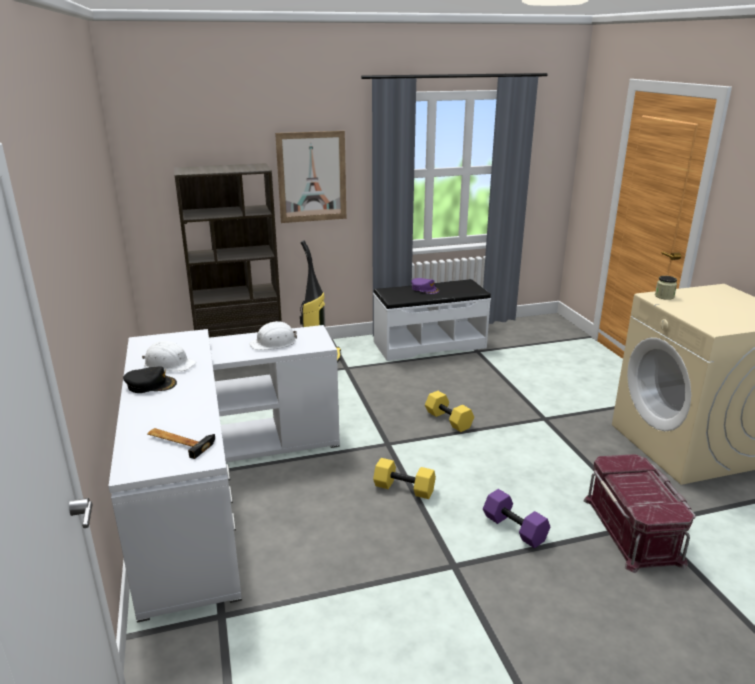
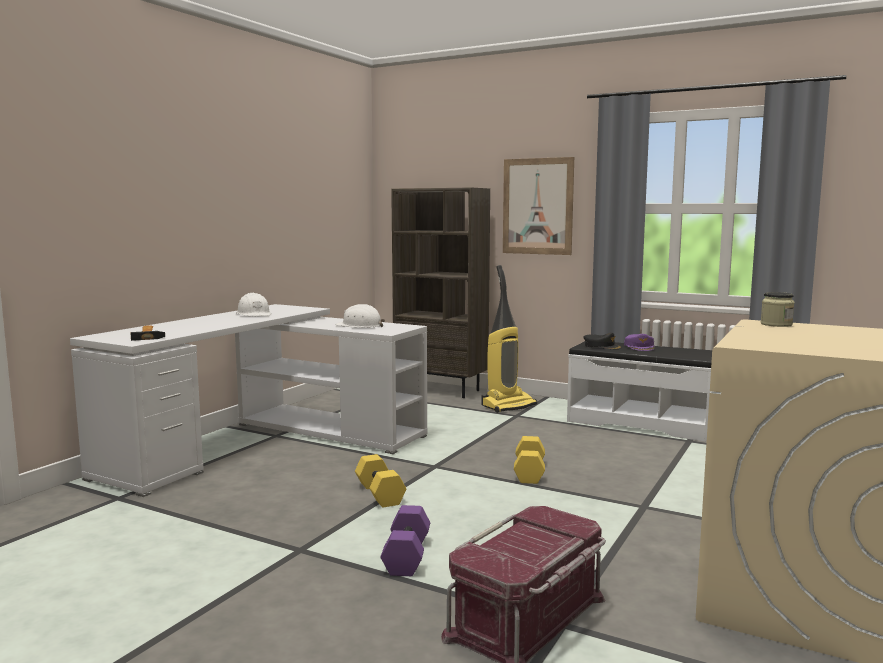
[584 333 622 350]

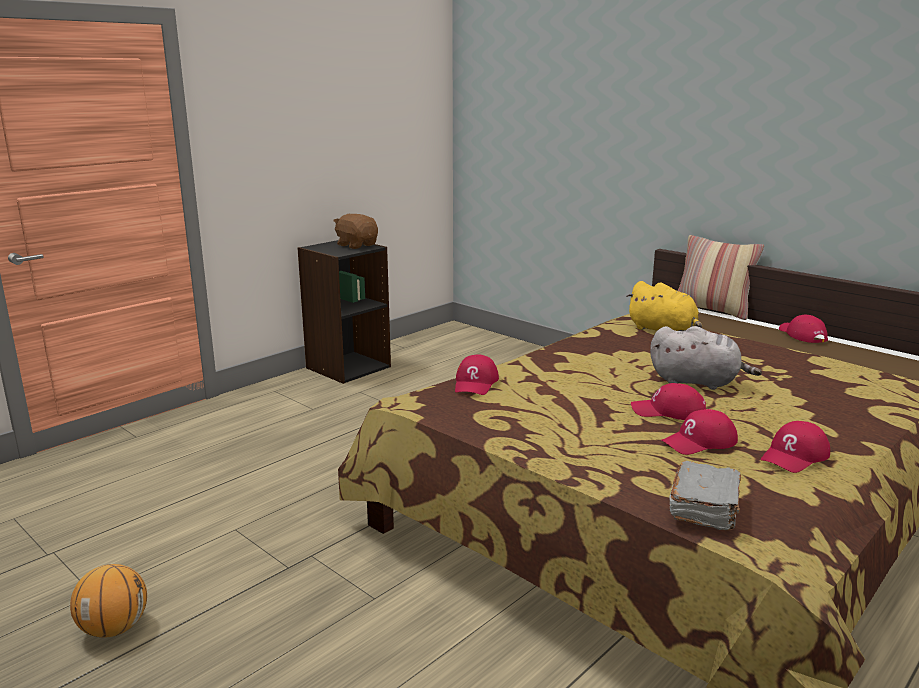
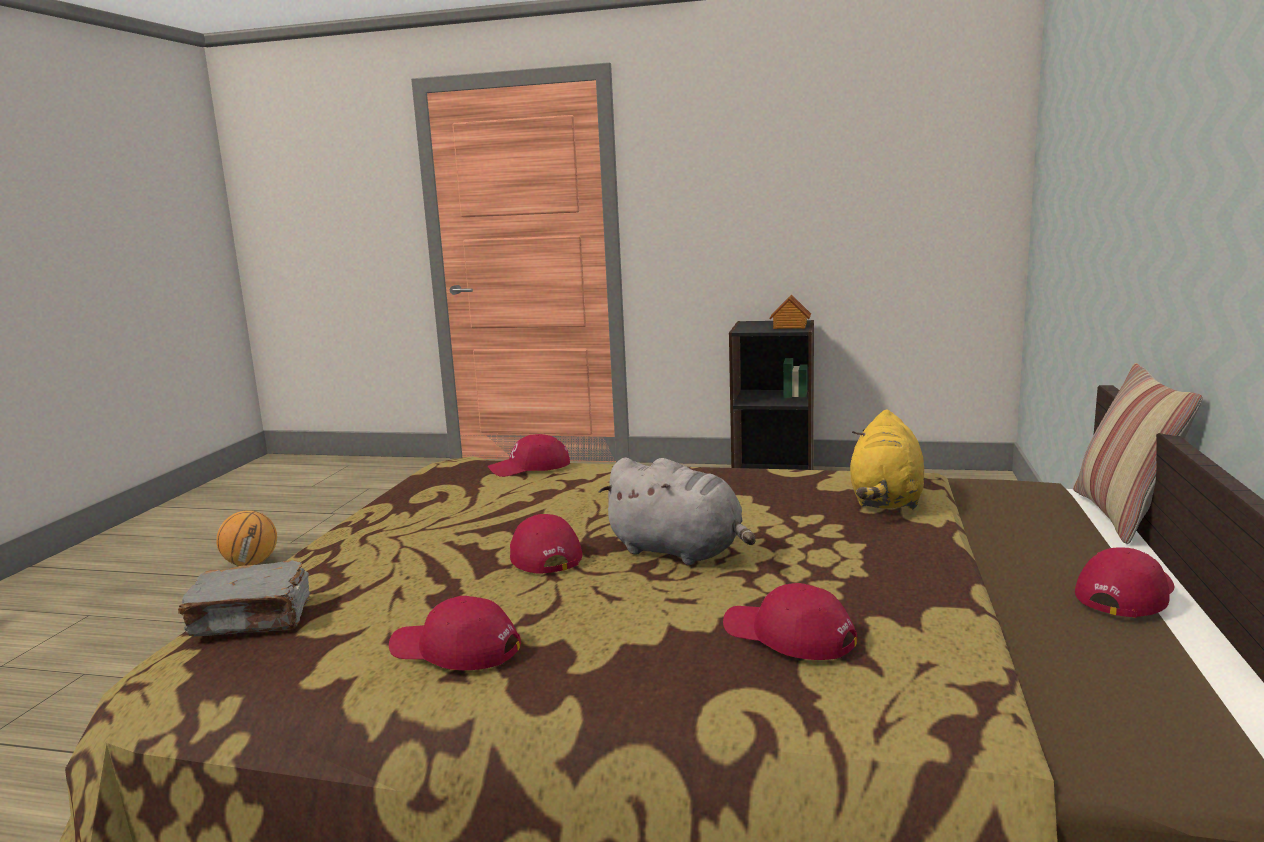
[769 294 811 329]
[599 457 755 565]
[723 583 858 660]

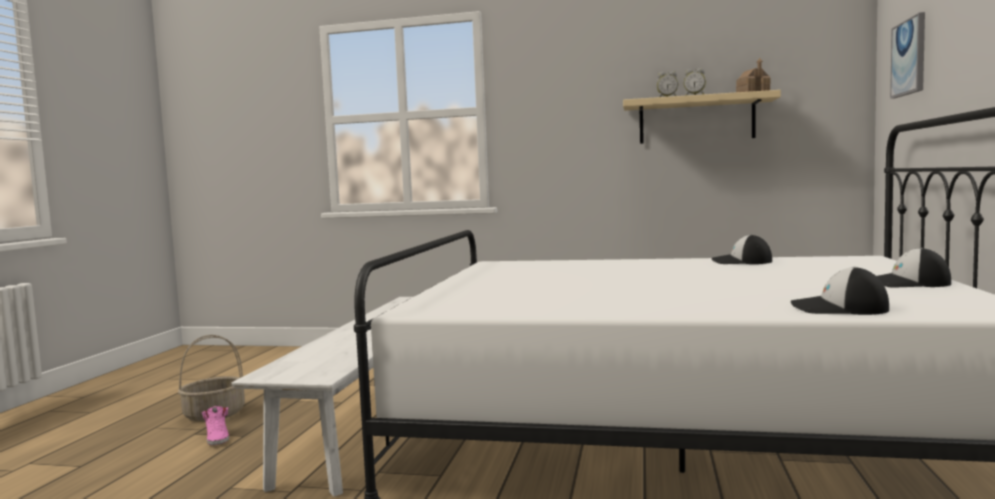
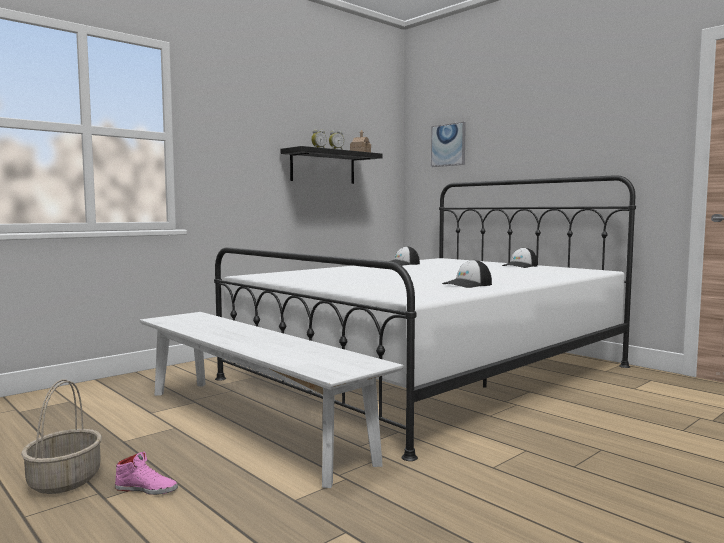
[280 146 383 184]
[442 260 492 288]

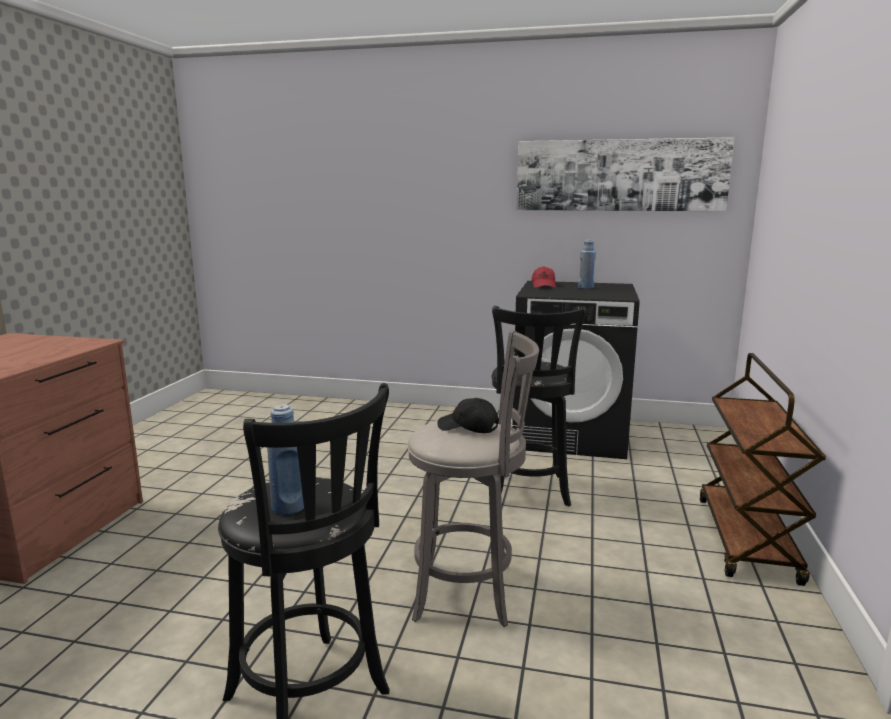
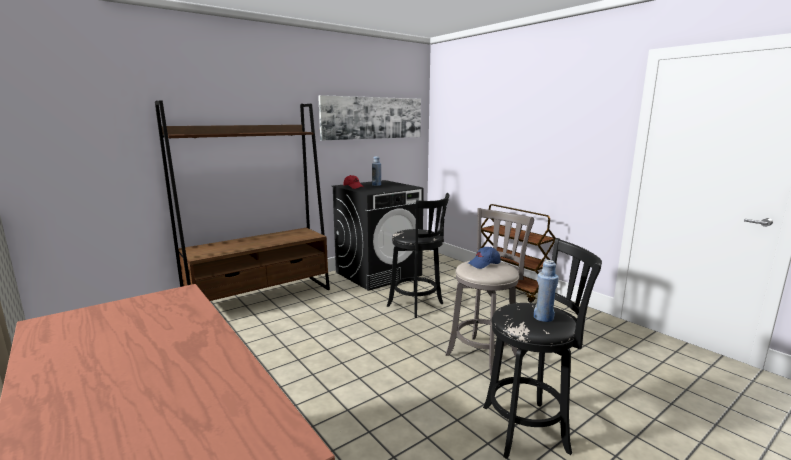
[467 247 501 269]
[155 100 330 301]

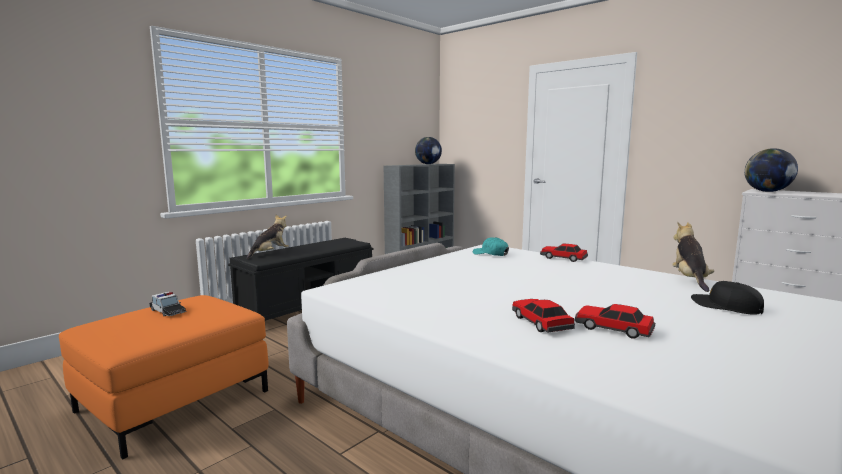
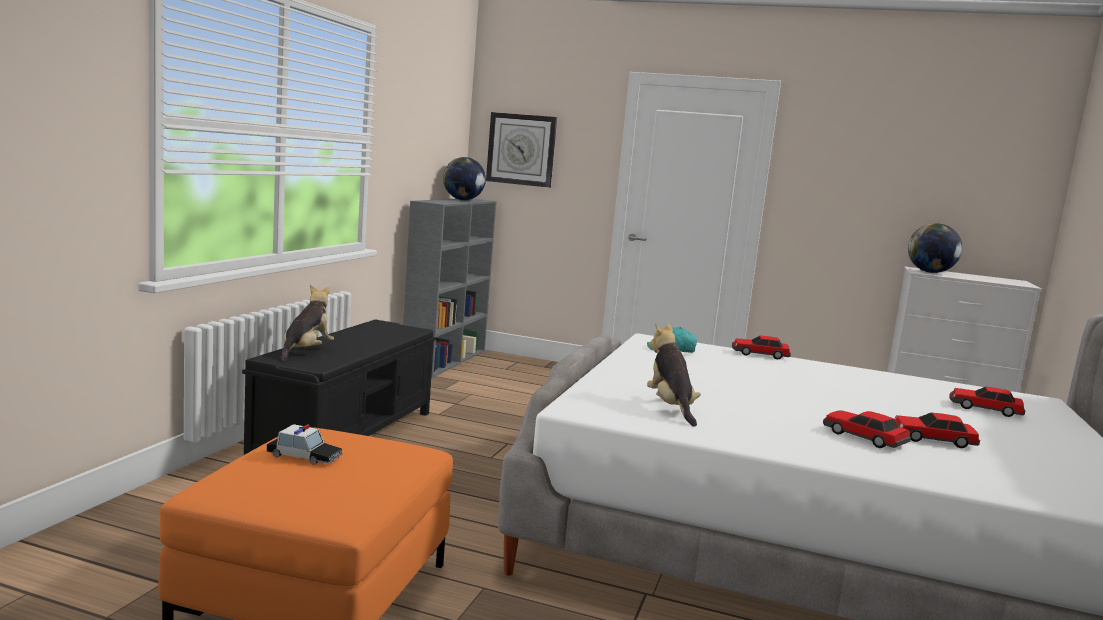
[647 323 701 427]
[949 387 1025 417]
[486 112 557 188]

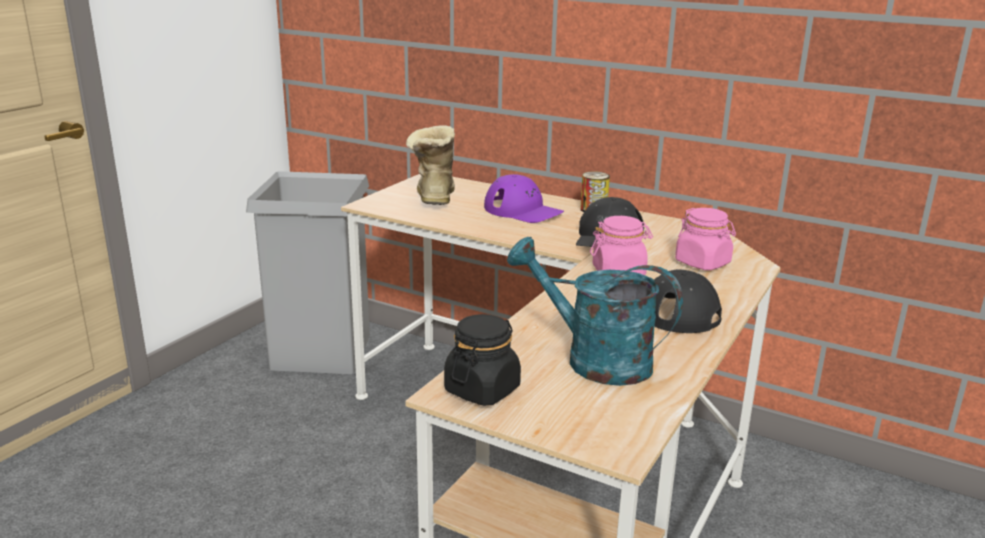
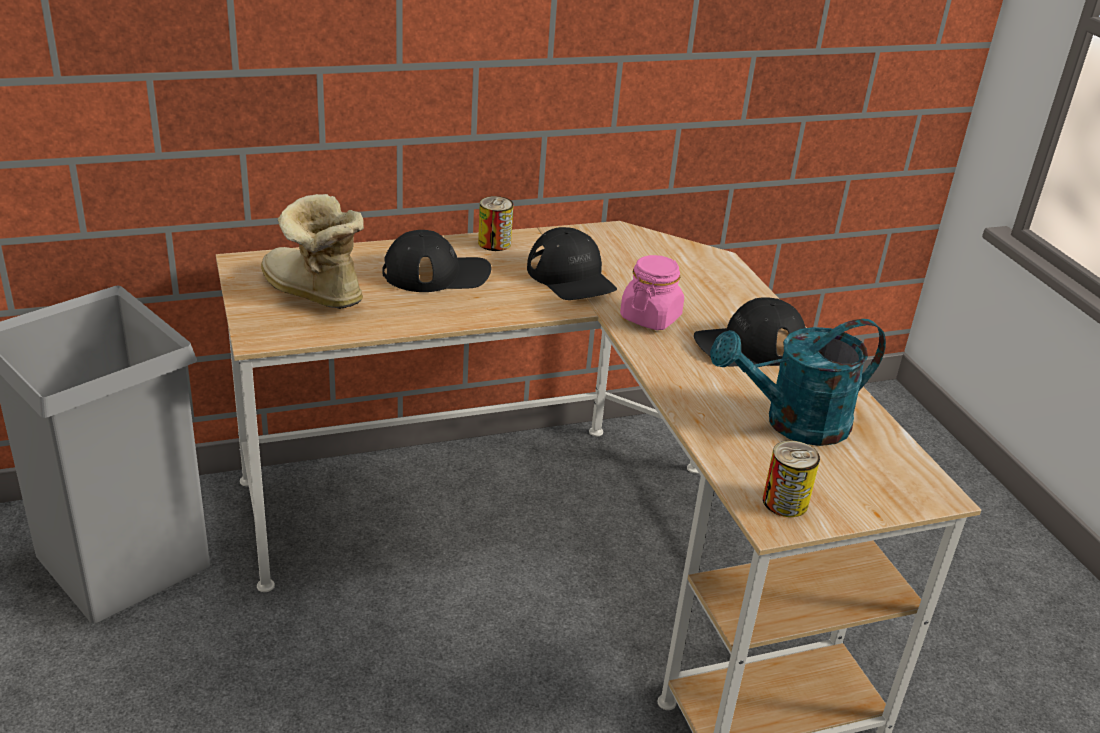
[382 230 491 292]
[675 208 736 270] (first image)
[763 441 820 517]

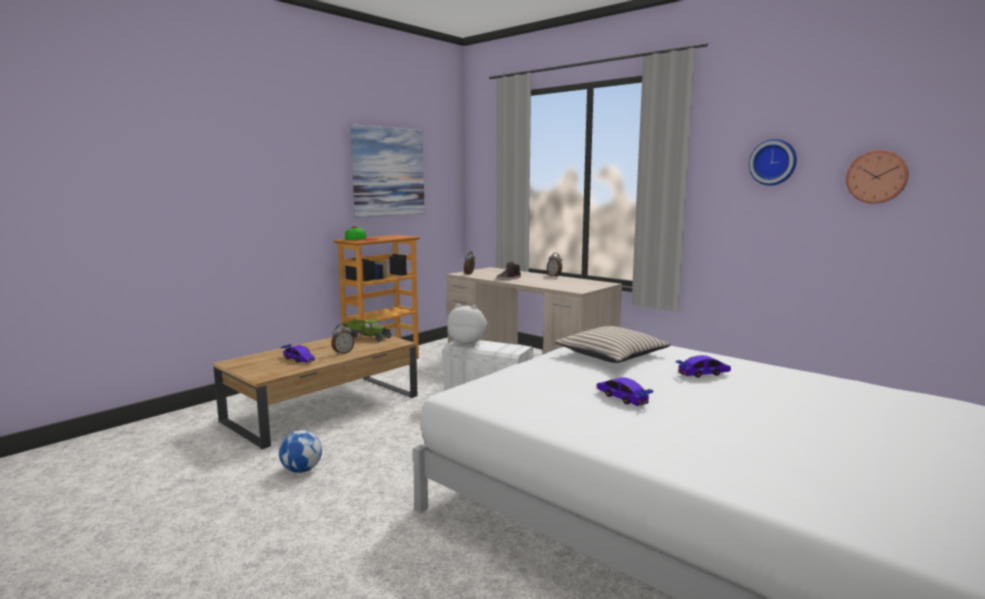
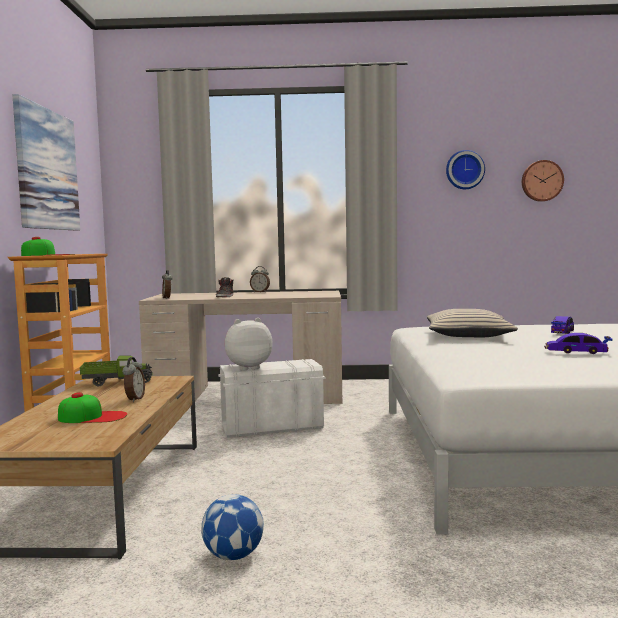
[58 392 127 423]

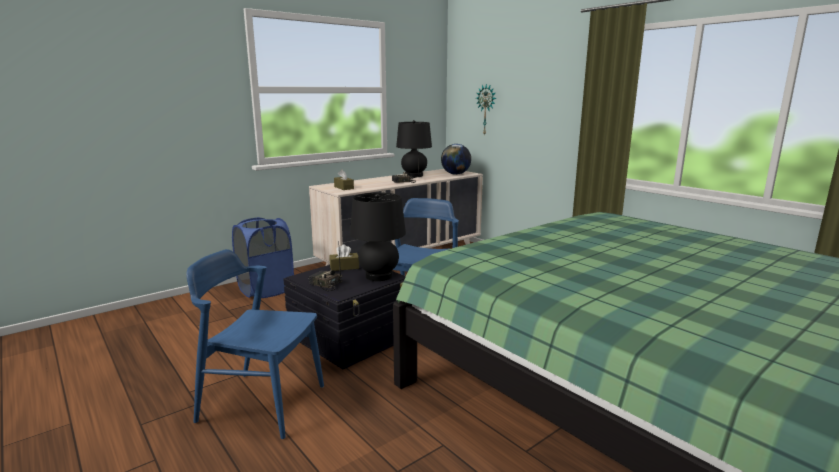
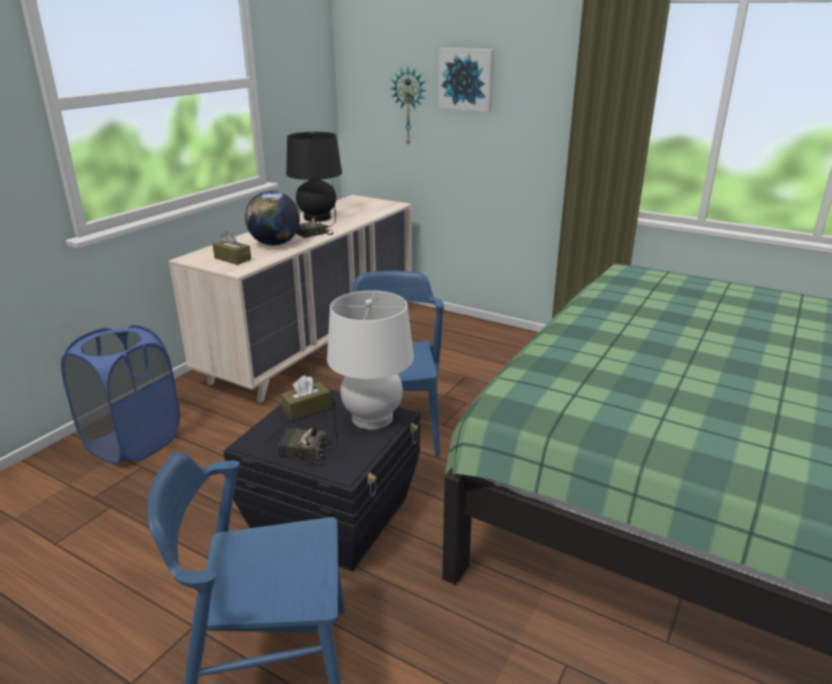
[245 191 300 246]
[327 290 414 430]
[439 48 494 112]

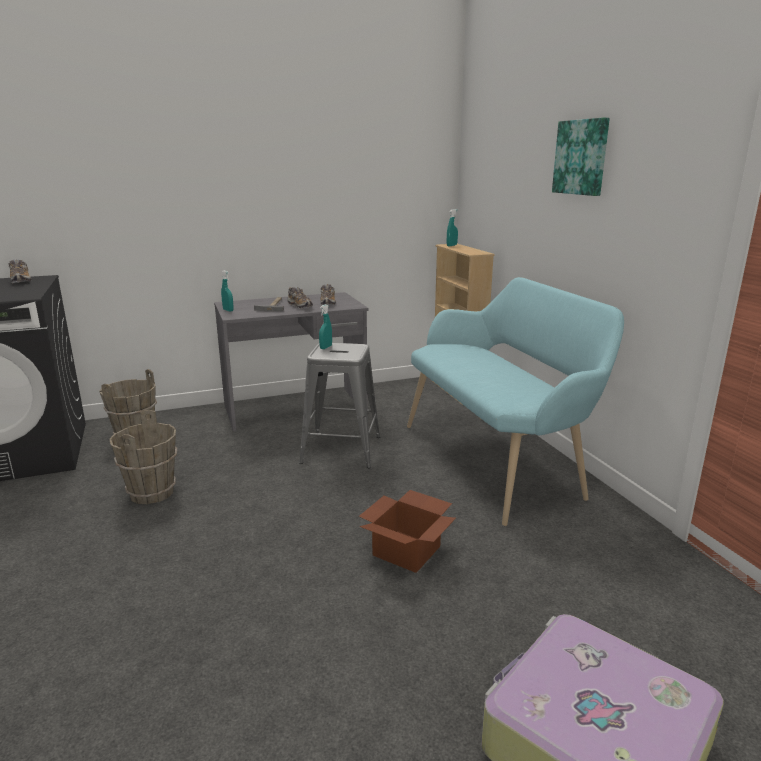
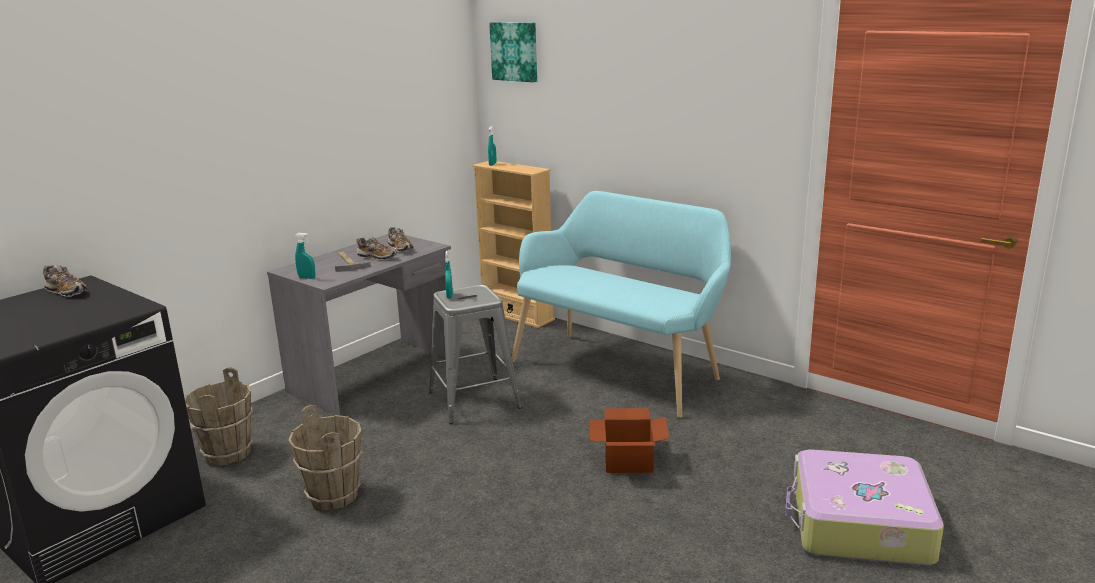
[489 22 537 82]

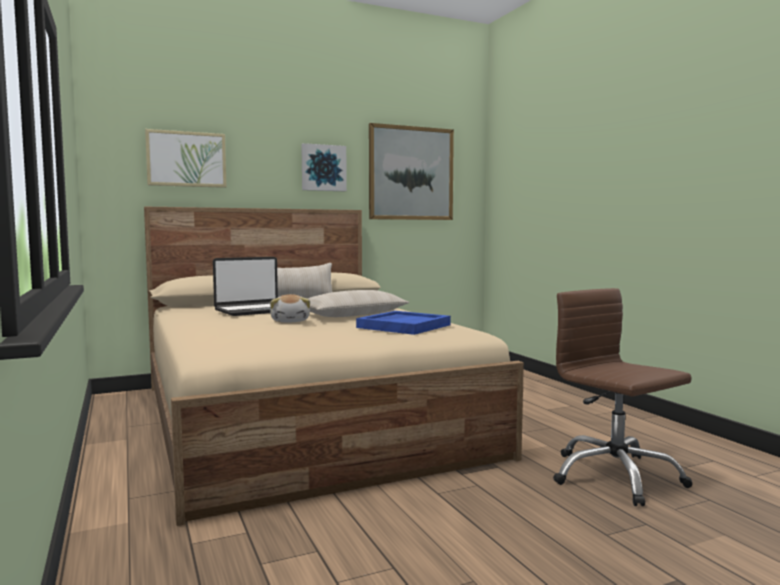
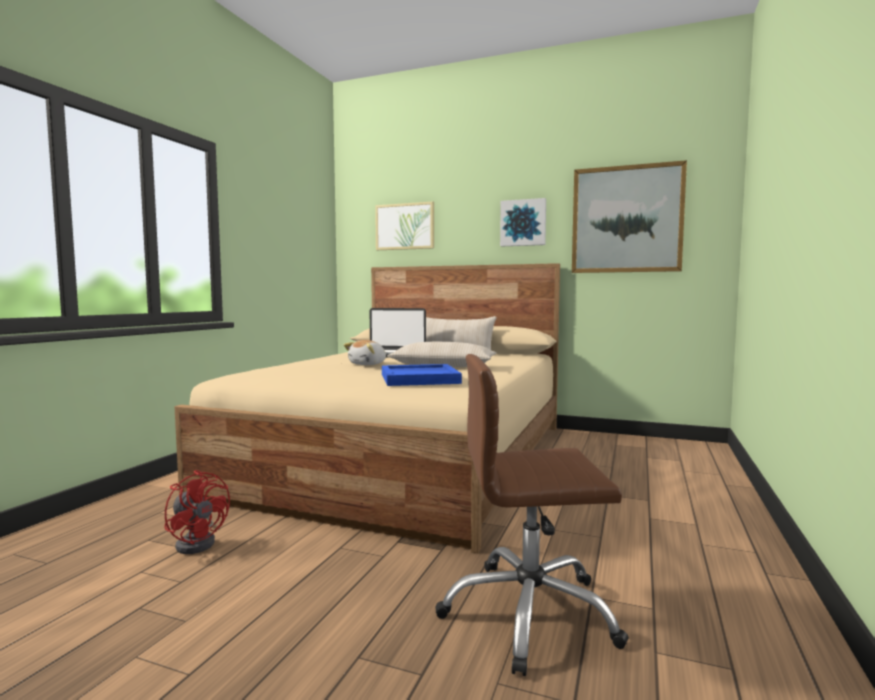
[435 354 629 676]
[164 470 230 554]

